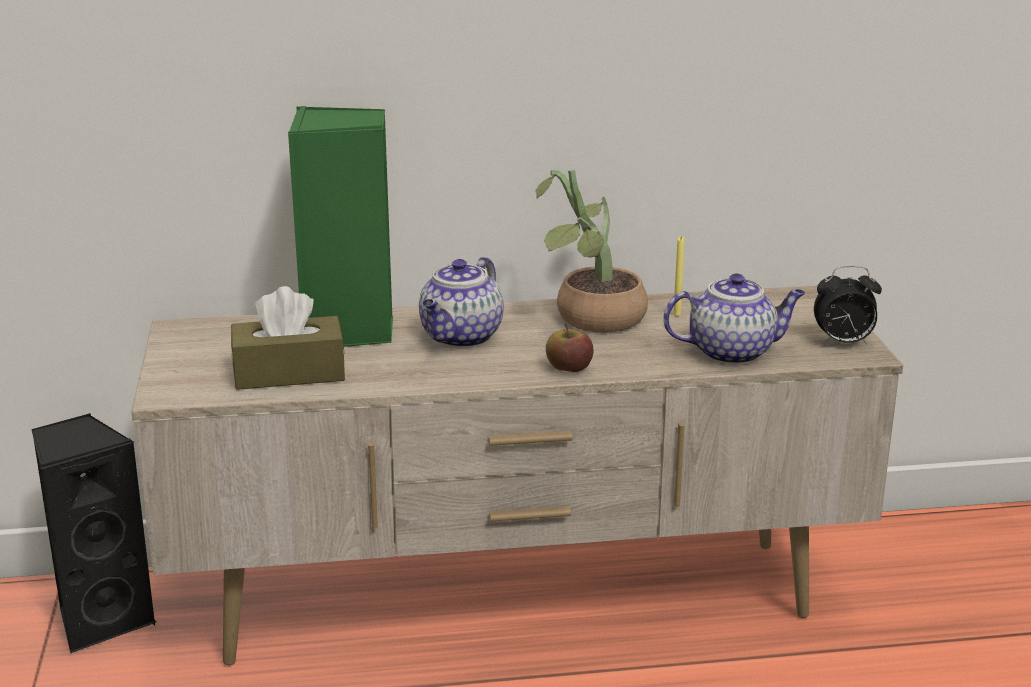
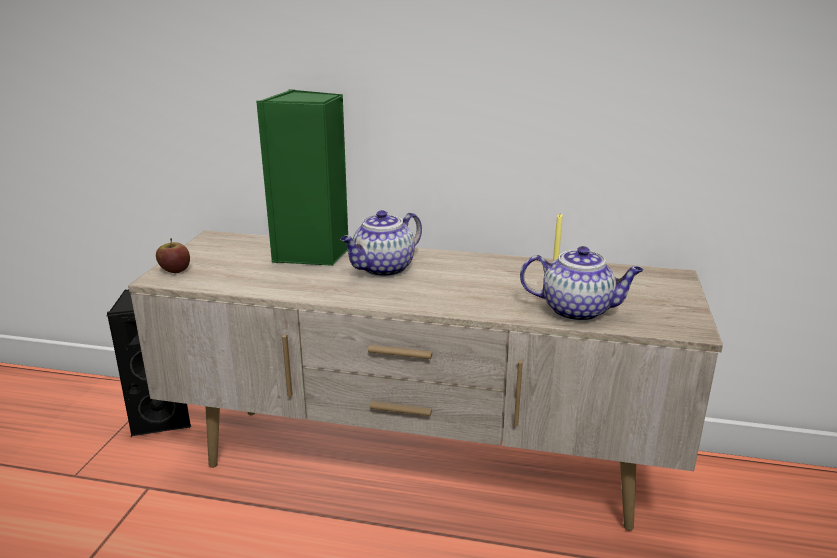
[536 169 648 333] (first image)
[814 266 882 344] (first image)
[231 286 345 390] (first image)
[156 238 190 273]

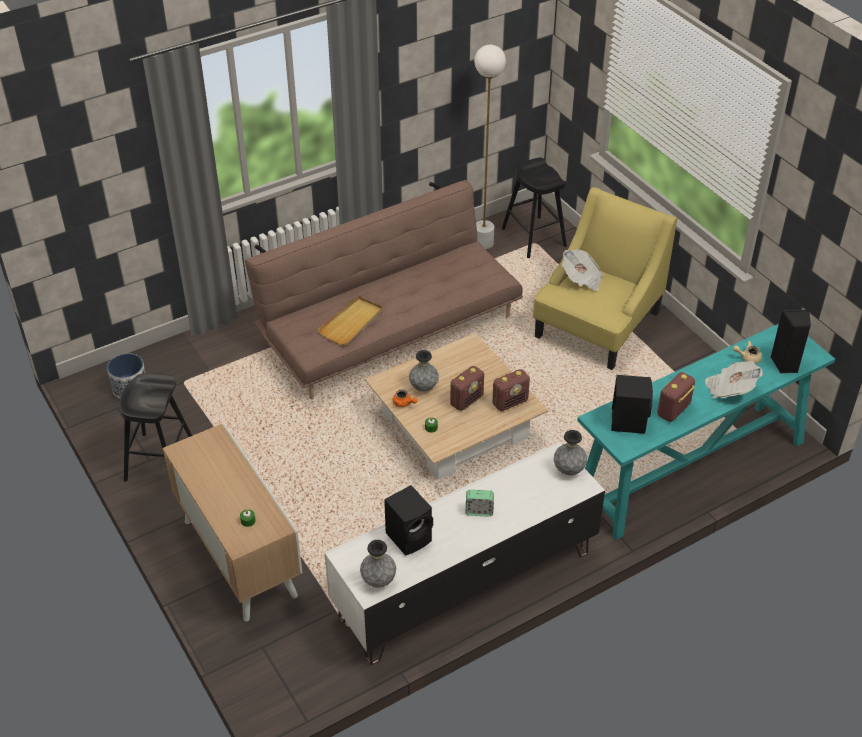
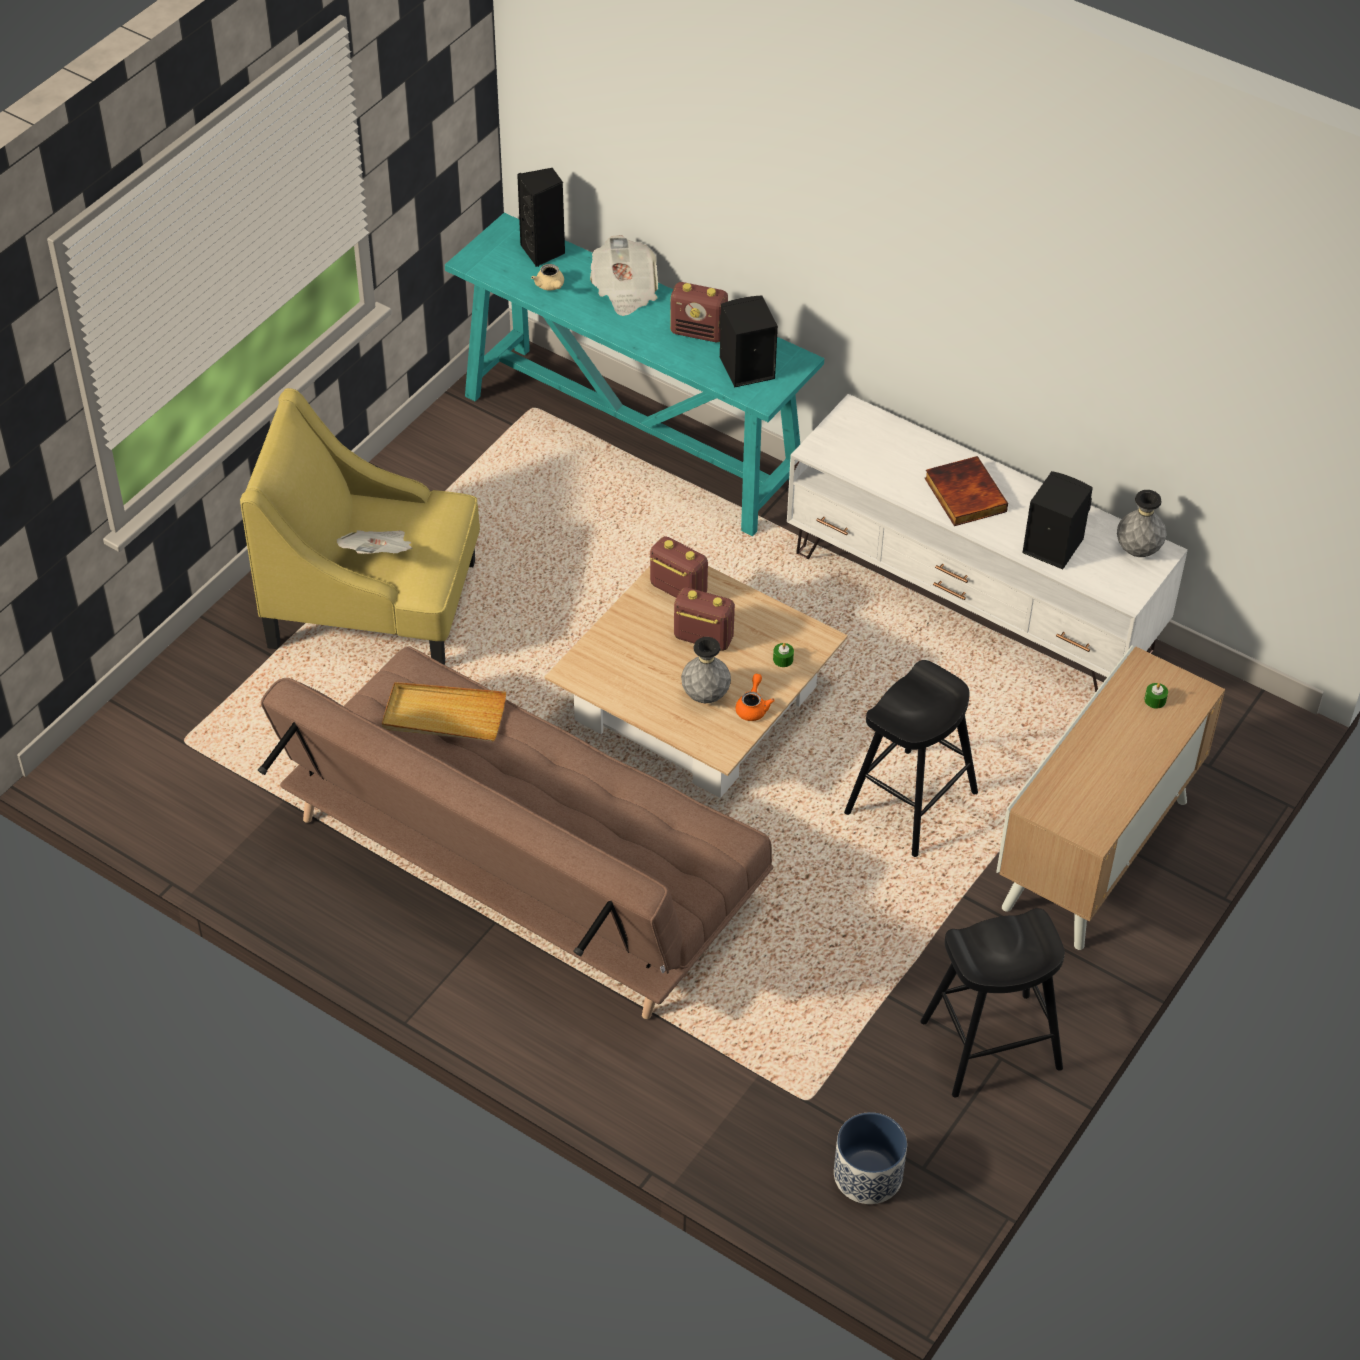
[474 45 506 249] (first image)
[844 660 978 857]
[382 682 506 742]
[554 430 587 475] (first image)
[925 456 1008 526]

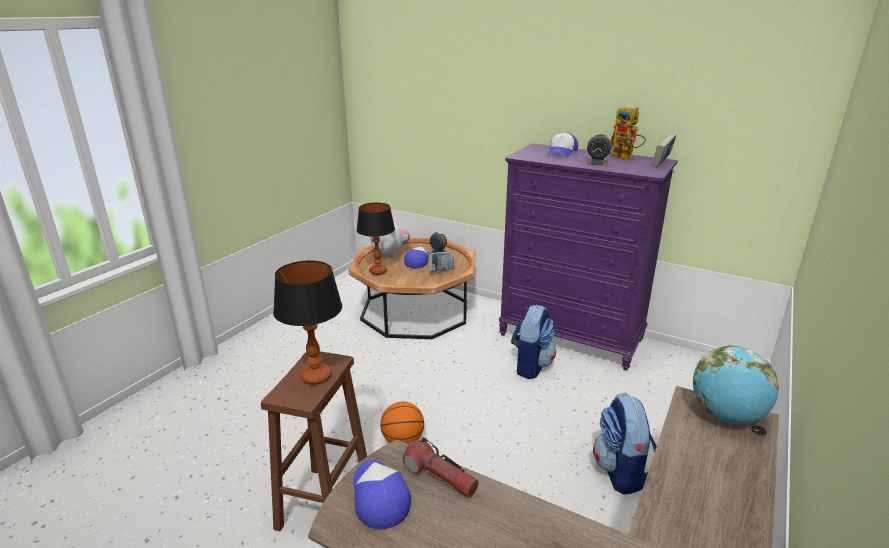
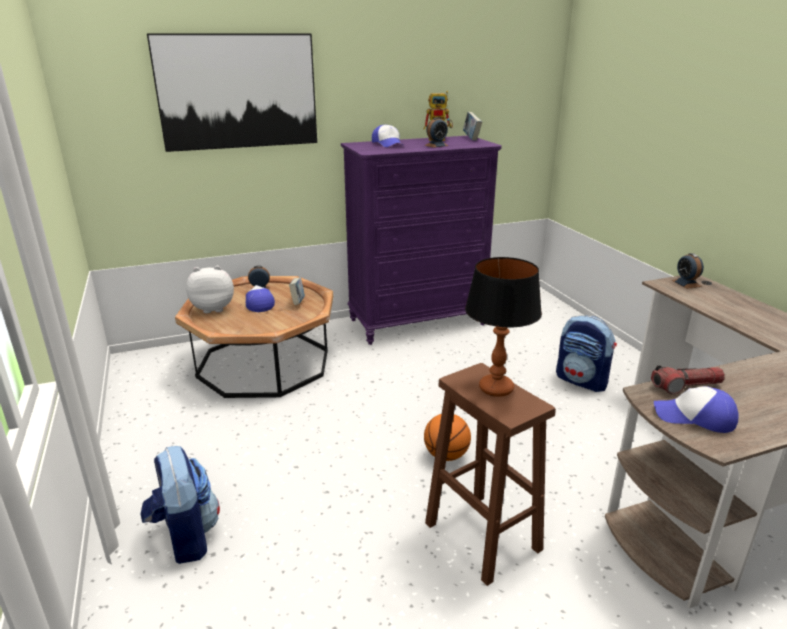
[357 202 395 275] (first image)
[141 446 220 564]
[672 253 704 289]
[147 34 317 152]

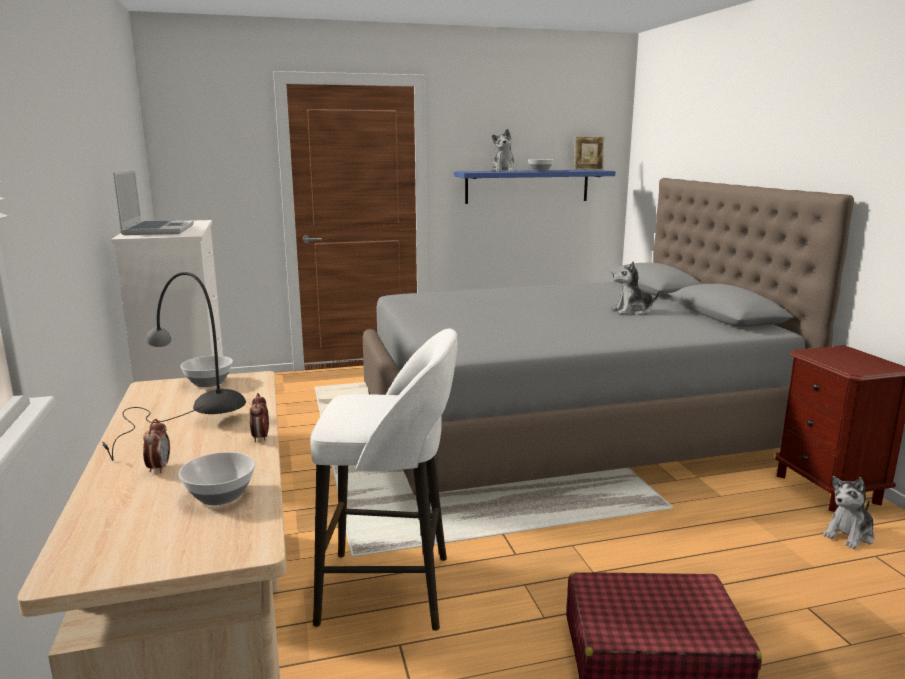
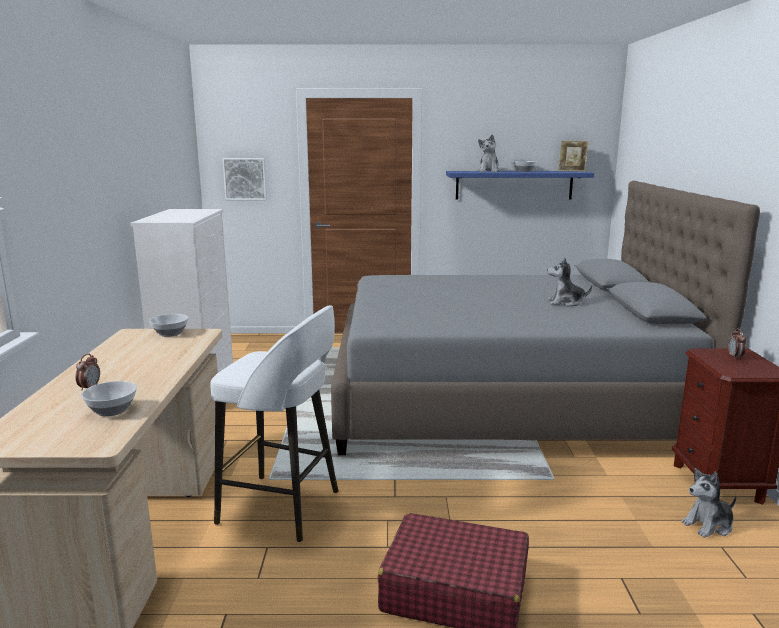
[113 170 194 235] (first image)
[102 272 246 461] (first image)
[728 328 746 359]
[222 158 267 200]

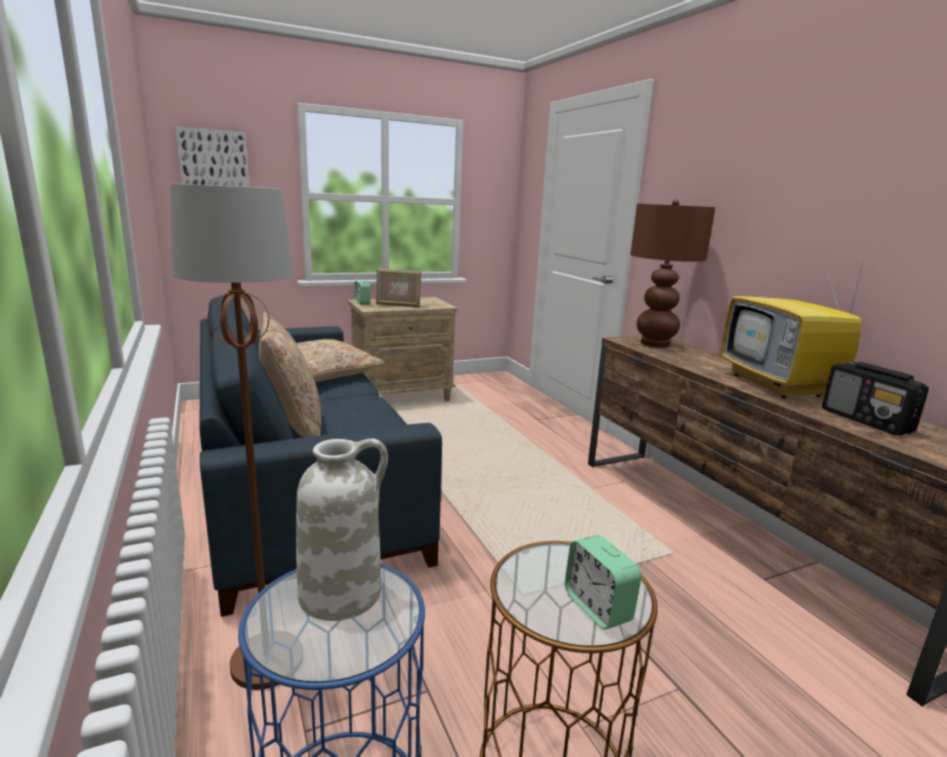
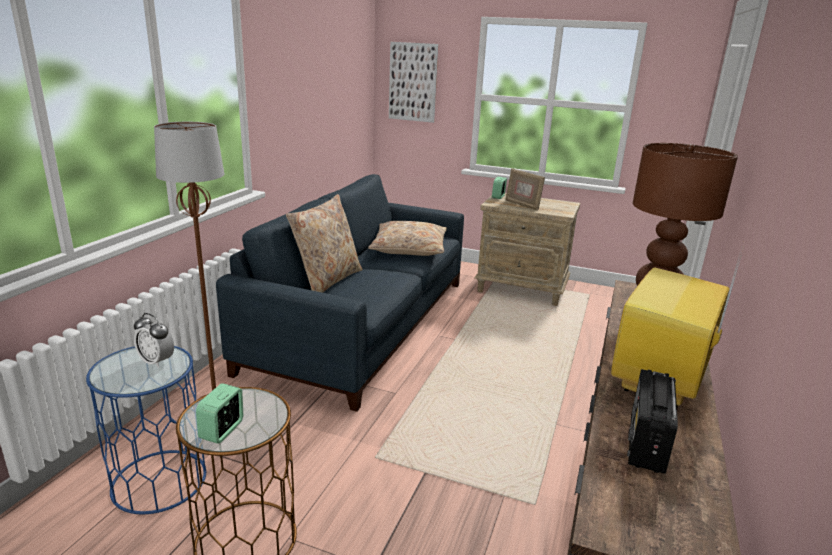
[134 313 174 368]

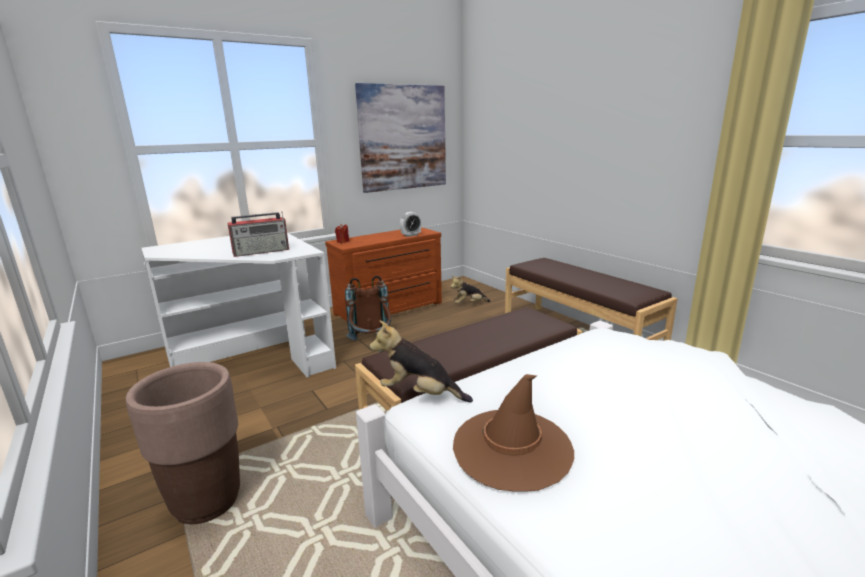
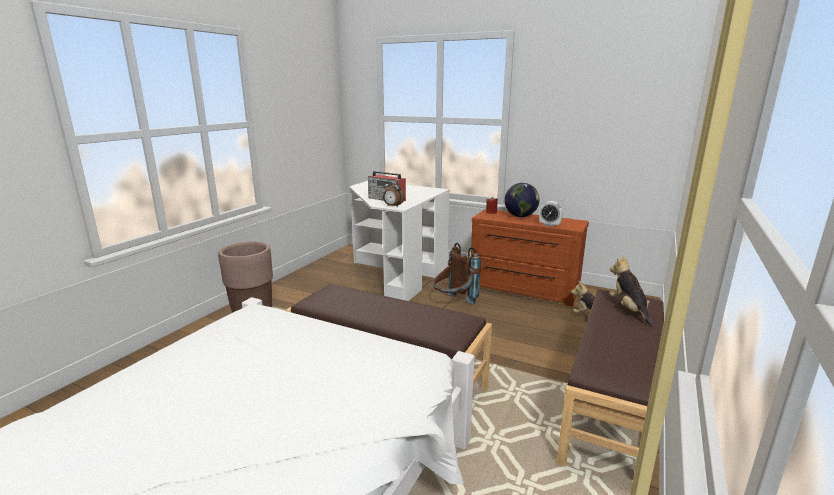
[355 83 446 193] (first image)
[609 256 654 327]
[453 374 574 492] (first image)
[383 179 404 207]
[504 183 540 217]

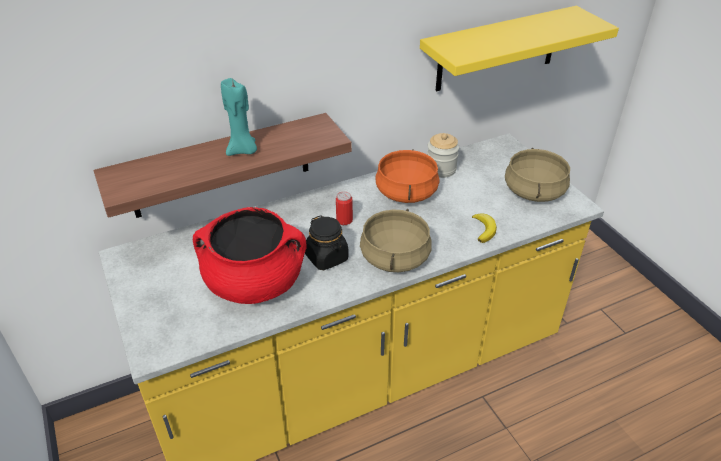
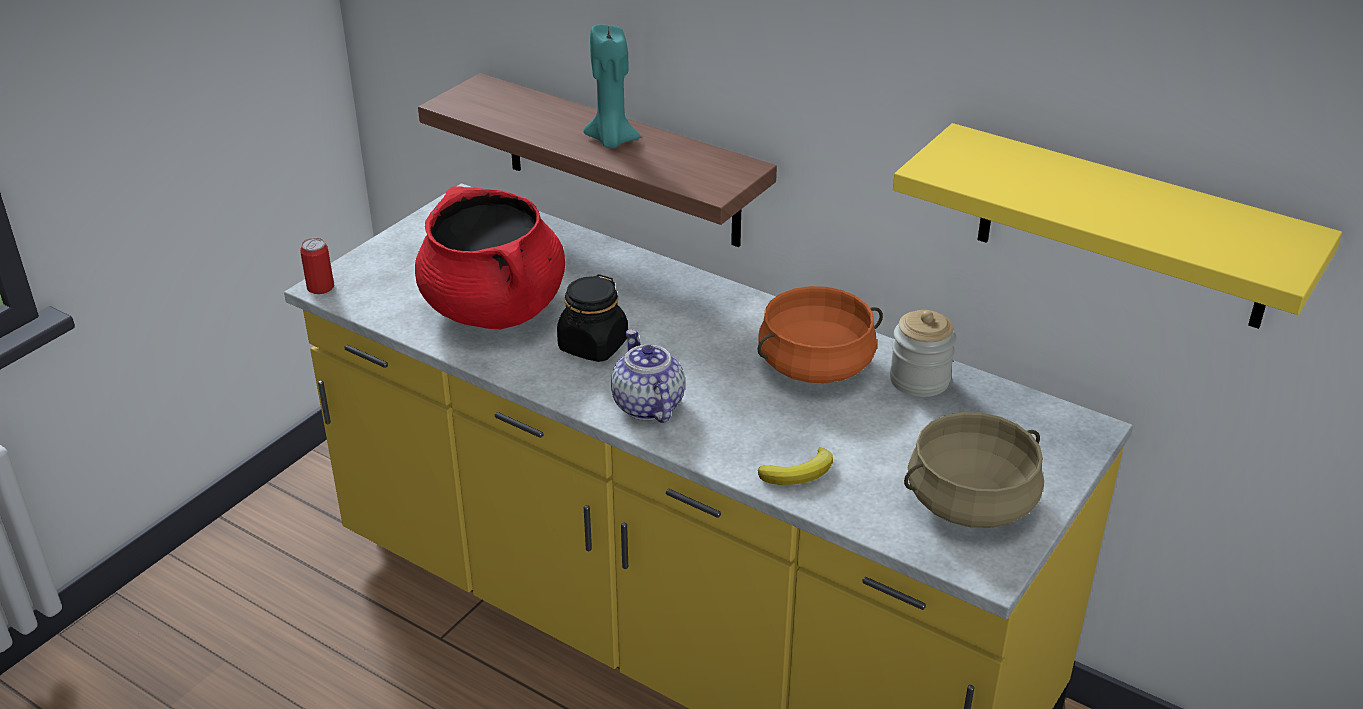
[300 238 334 294]
[611 329 685 423]

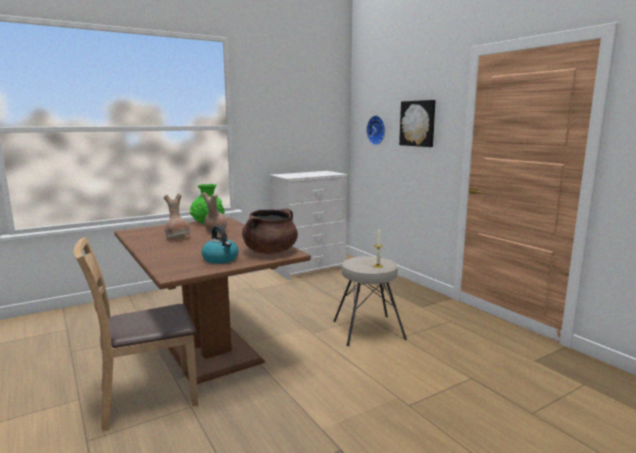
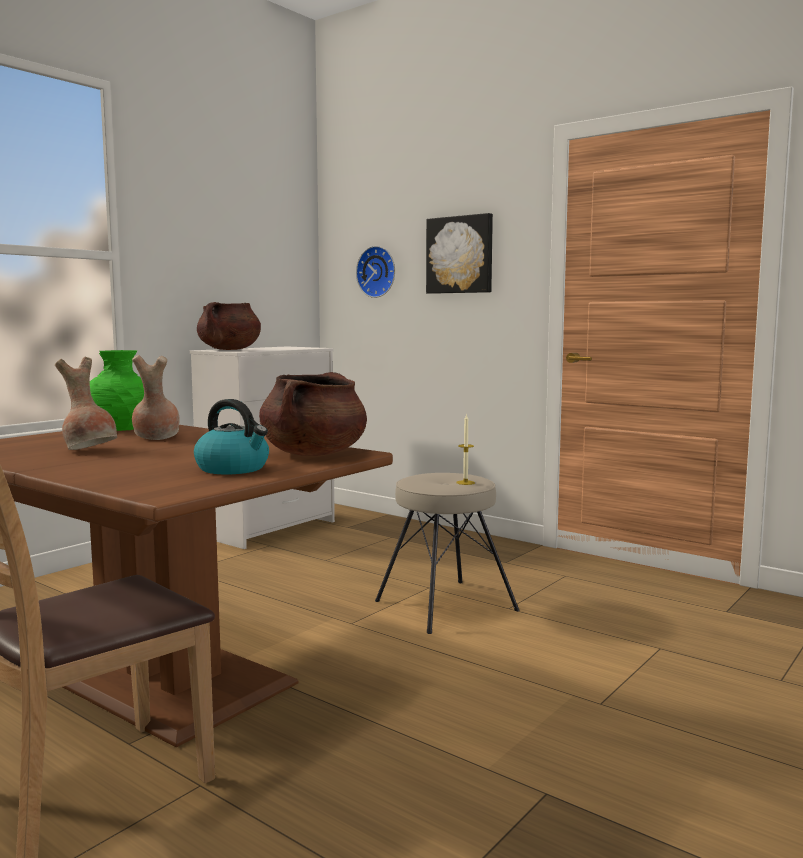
[197 302 261 350]

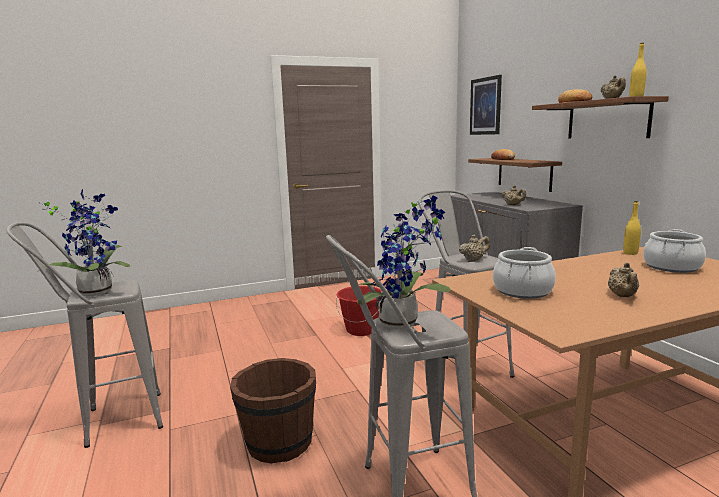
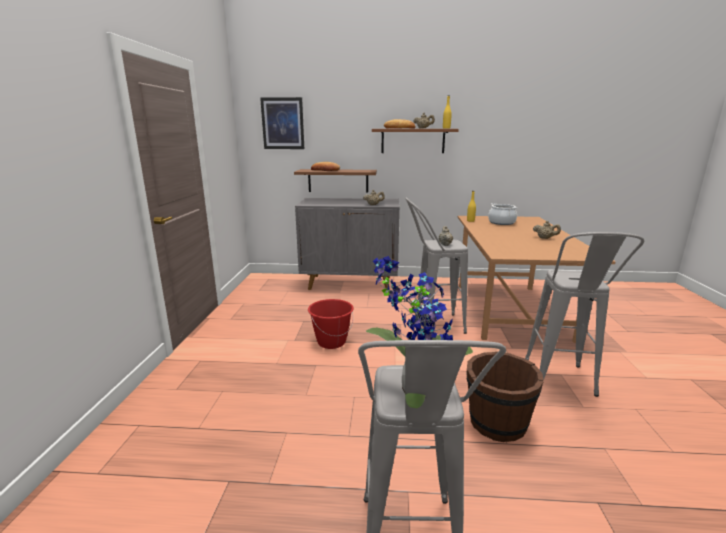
[357 196 451 329] (first image)
[493 247 556 299] (first image)

